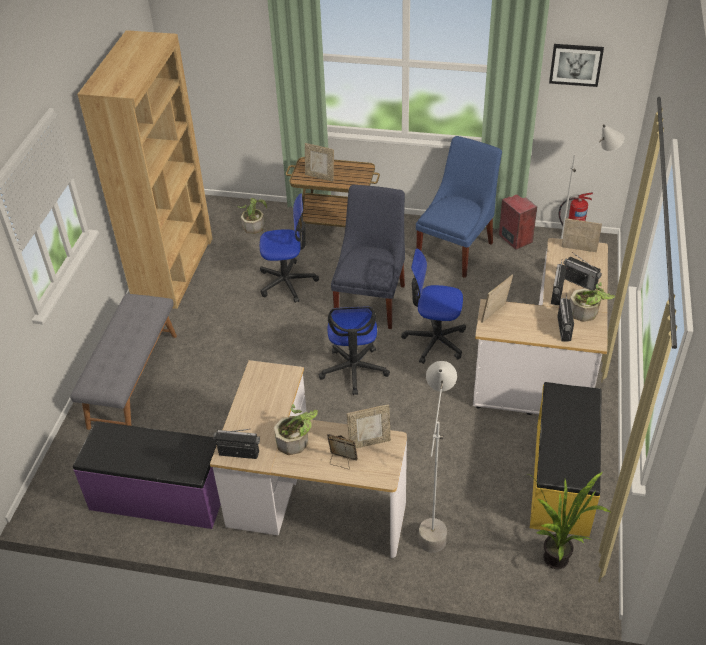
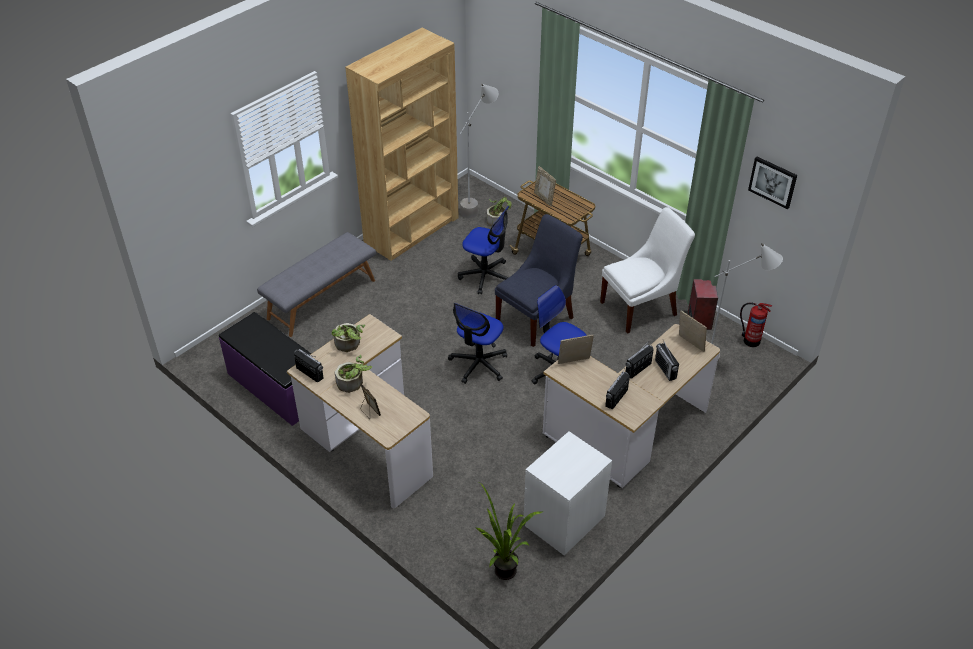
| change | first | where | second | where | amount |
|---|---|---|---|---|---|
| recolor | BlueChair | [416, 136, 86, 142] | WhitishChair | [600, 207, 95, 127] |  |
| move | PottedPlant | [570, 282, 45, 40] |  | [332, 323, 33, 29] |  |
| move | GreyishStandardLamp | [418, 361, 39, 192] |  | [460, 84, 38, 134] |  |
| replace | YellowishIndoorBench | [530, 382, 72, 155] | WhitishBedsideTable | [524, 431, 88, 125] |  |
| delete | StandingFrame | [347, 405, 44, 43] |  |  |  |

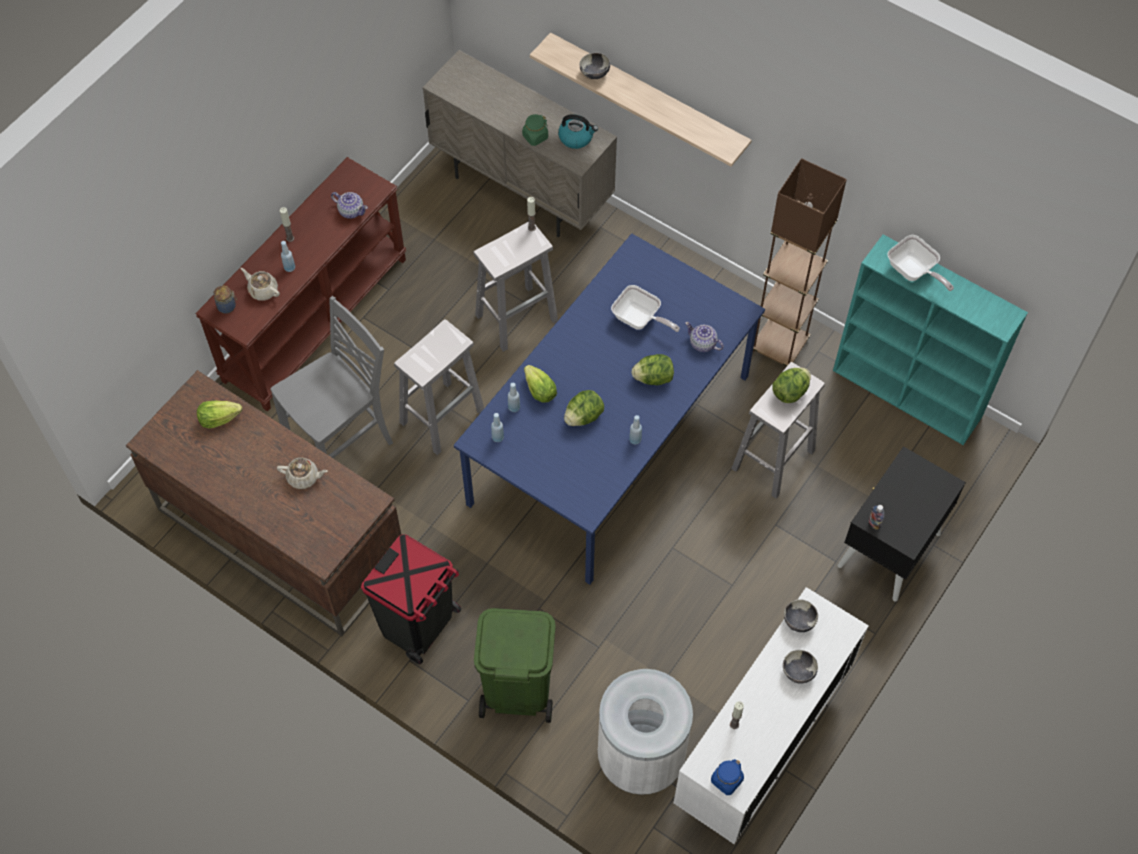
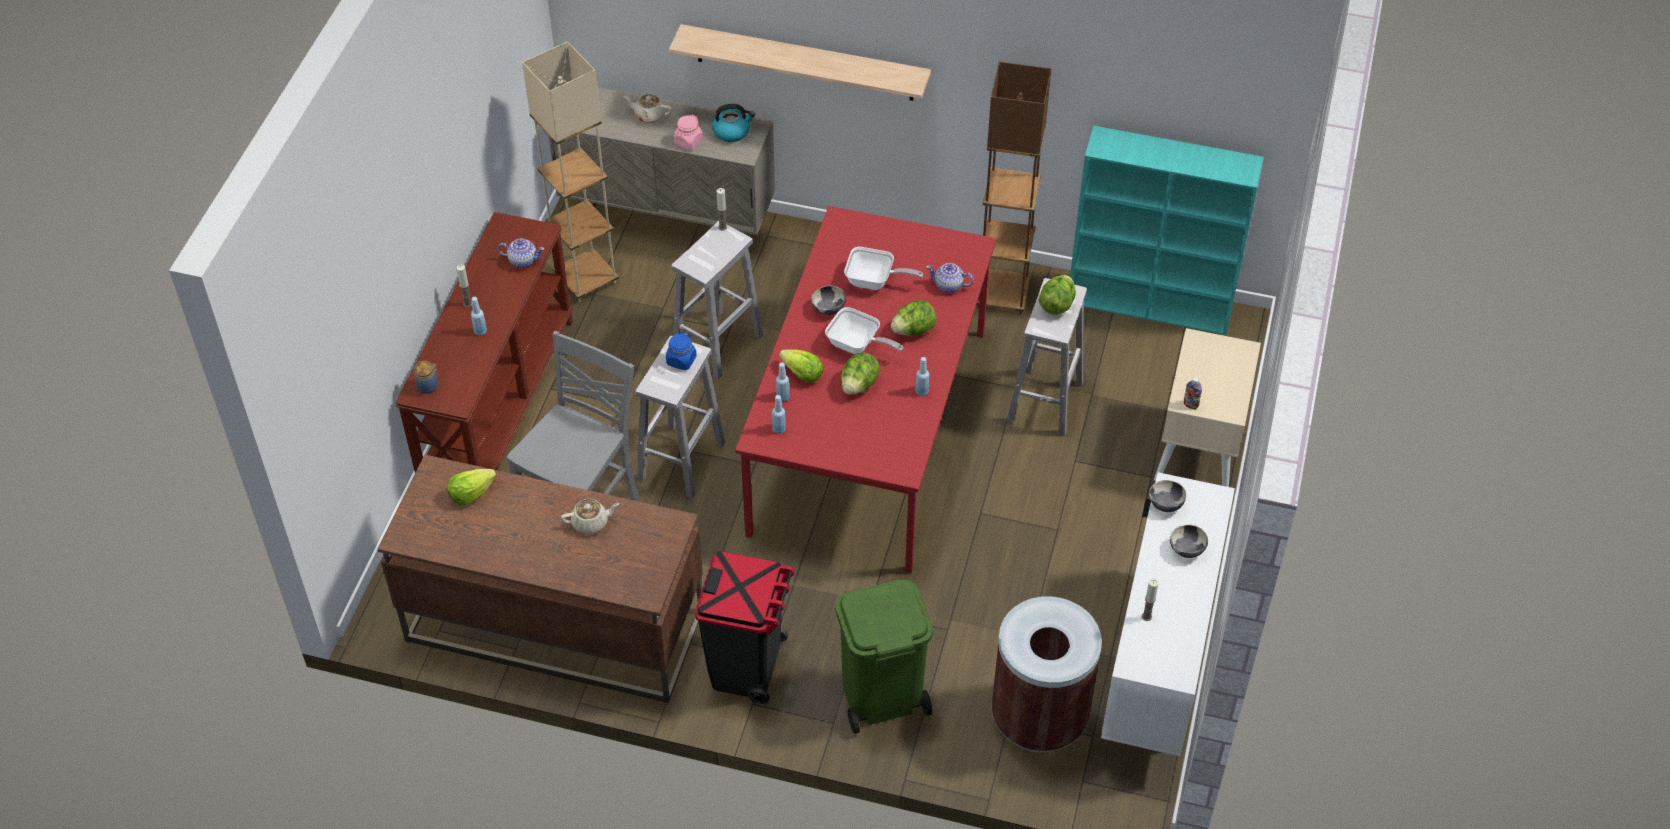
| change | first | where | second | where | amount |
|---|---|---|---|---|---|
| move | DeepDish | [580, 53, 30, 26] |  | [811, 285, 35, 30] |  |
| recolor | GreenStorageJar | [522, 114, 26, 32] | PinkishStorageJar | [674, 114, 29, 36] |  |
| recolor | BlueDinnerTable | [454, 234, 311, 351] | RedColouredDinnerTable | [735, 206, 261, 367] |  |
| move | Skillet | [887, 235, 67, 56] |  | [825, 307, 78, 47] |  |
| move | BeigePotForTea | [241, 268, 39, 33] |  | [623, 94, 49, 29] |  |
| recolor | BlackColouredBedsideTable | [837, 446, 129, 156] | BeigeBedsideTable | [1154, 328, 107, 159] |  |
| recolor | WhitishTrashCan | [598, 669, 95, 126] | BrownColouredTrashCan | [992, 596, 110, 156] |  |
| move | BlueStorageJar | [711, 759, 33, 36] |  | [666, 332, 31, 38] |  |
| insert |  |  | BeigeStandardLamp | [522, 42, 97, 260] |  |

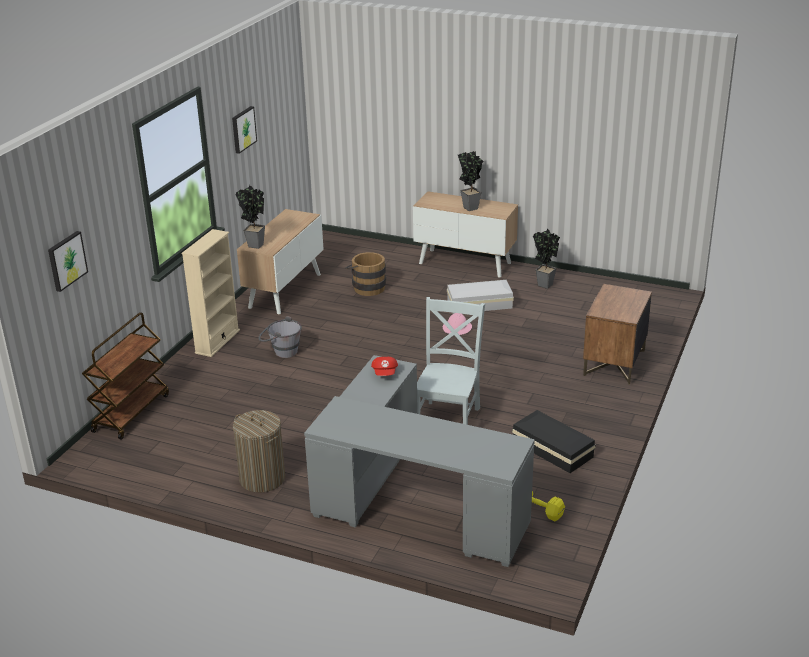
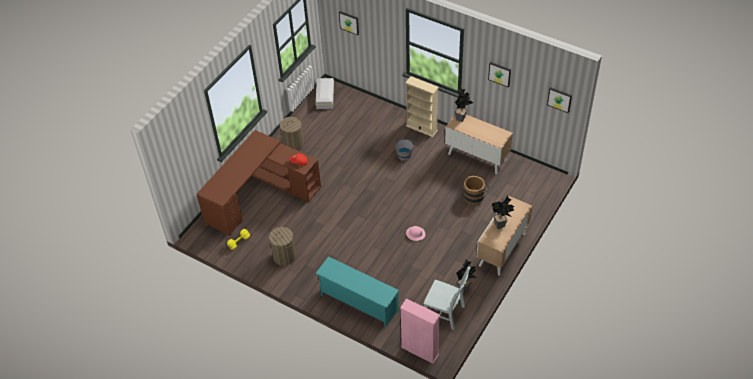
| change | first | where | second | where | amount |
|---|---|---|---|---|---|
| move | WhitishStorageContainer | [447, 280, 67, 34] |  | [316, 78, 18, 31] |  |
| replace | BrownColouredBedsideTable | [583, 284, 69, 101] | TurquoiseShoeStand | [315, 256, 85, 72] |  |
| move | GreyishChair | [417, 297, 68, 128] |  | [423, 267, 48, 63] |  |
| delete | BrownColouredWheeledCart | [82, 312, 87, 128] |  |  |  |
| recolor | GreyishDesk | [304, 355, 231, 212] | BrownColouredDesk | [196, 130, 125, 106] |  |
| replace | BlackColouredStorageContainer | [512, 410, 84, 63] | Hamper | [269, 227, 27, 39] |  |
| insert |  |  | WallPicture | [547, 87, 25, 26] |  |
| insert |  |  | PinkishBookcase | [400, 298, 40, 65] |  |

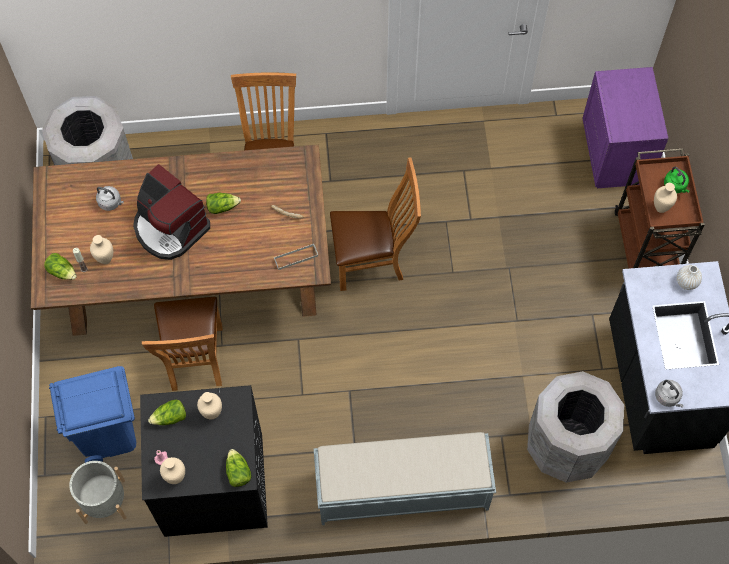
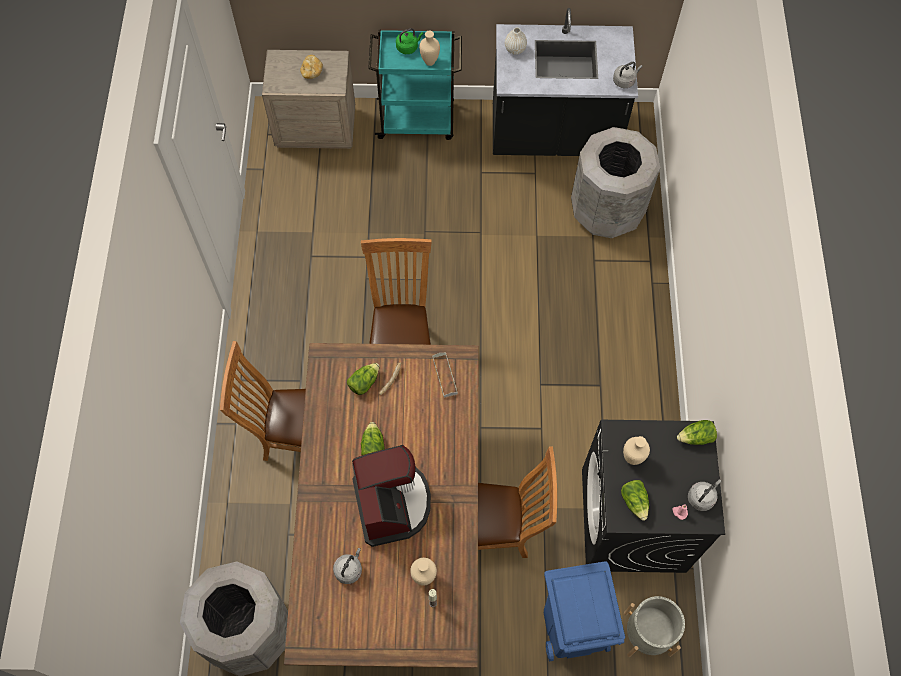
| change | first | where | second | where | amount |
|---|---|---|---|---|---|
| recolor | PurplishBedsideTable | [582, 67, 87, 121] | BeigeBedsideTable | [262, 50, 93, 99] |  |
| recolor | BrownColouredWheeledCart | [615, 148, 90, 121] | TurquoiseWheeledCart | [368, 30, 94, 110] |  |
| rotate | CoffeeMaker | [133, 164, 77, 96] |  | [352, 445, 79, 102] | 60 degrees counterclockwise |
| move | HeadOfLettuce | [44, 253, 33, 27] |  | [347, 363, 32, 32] |  |
| delete | GreyishIndoorBench | [314, 432, 182, 93] |  |  |  |
| replace | BeigeFlowerVase | [160, 457, 25, 27] | GreyishWaterKettle | [688, 480, 34, 31] |  |
| insert |  |  | BakeryBread | [300, 55, 23, 24] |  |

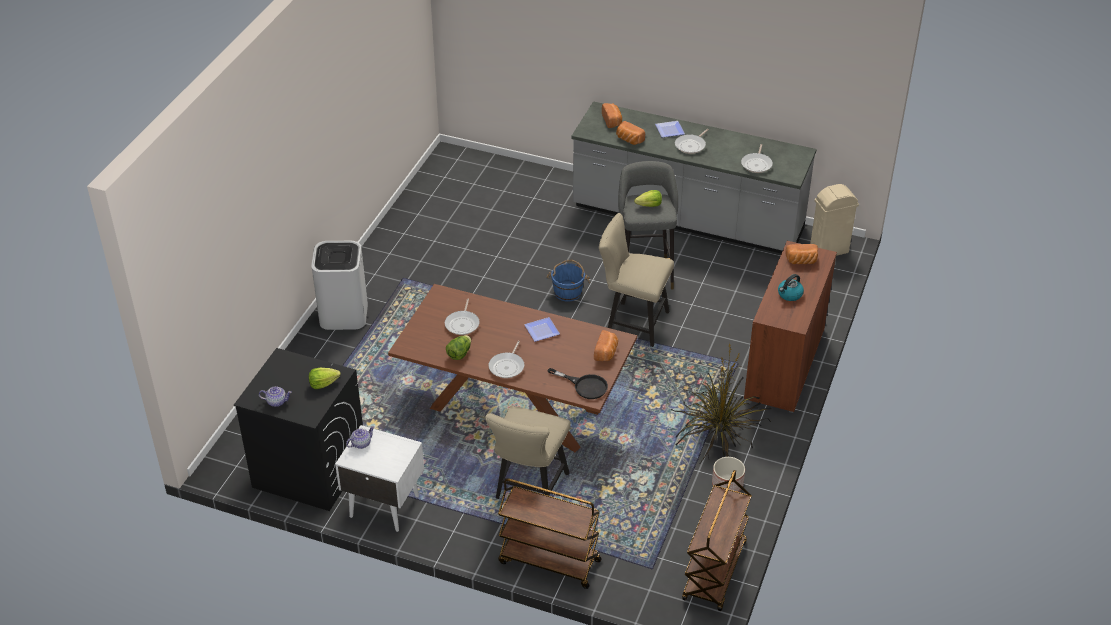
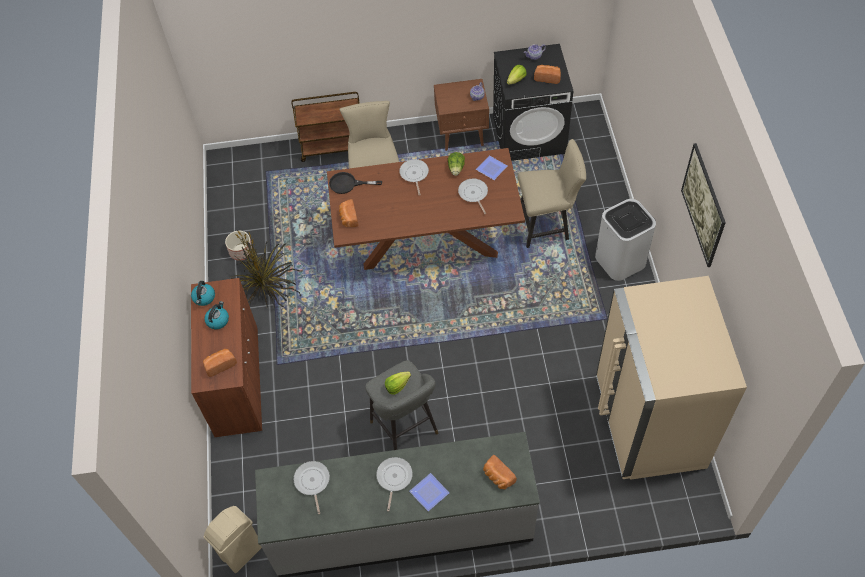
| change | first | where | second | where | amount |
|---|---|---|---|---|---|
| move | BakeryBread | [616, 121, 29, 24] |  | [534, 65, 27, 19] |  |
| move | BeigeChair | [599, 213, 75, 134] |  | [518, 139, 68, 109] |  |
| delete | BlueBucket | [546, 260, 44, 42] |  |  |  |
| move | FlatDish | [524, 317, 36, 25] |  | [476, 155, 31, 25] |  |
| recolor | WhitishBedsideTable | [335, 425, 89, 107] | BrownColouredBedsideTable | [434, 79, 55, 72] |  |
| delete | BrownColouredWheeledCart | [682, 470, 70, 141] |  |  |  |
| insert |  |  | WallPicture | [681, 143, 45, 124] |  |
| insert |  |  | BeigeRefrigerator | [596, 276, 151, 204] |  |
| insert |  |  | WaterKettle | [191, 281, 24, 25] |  |

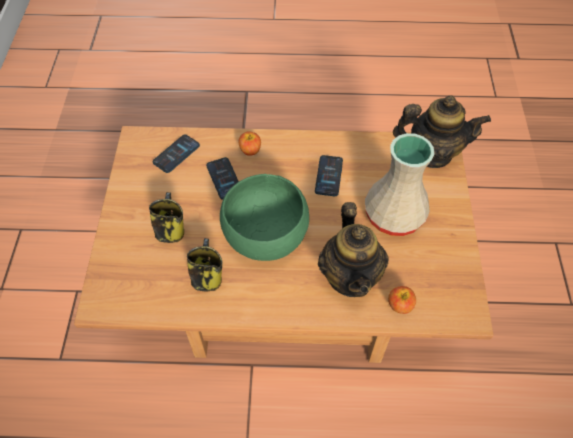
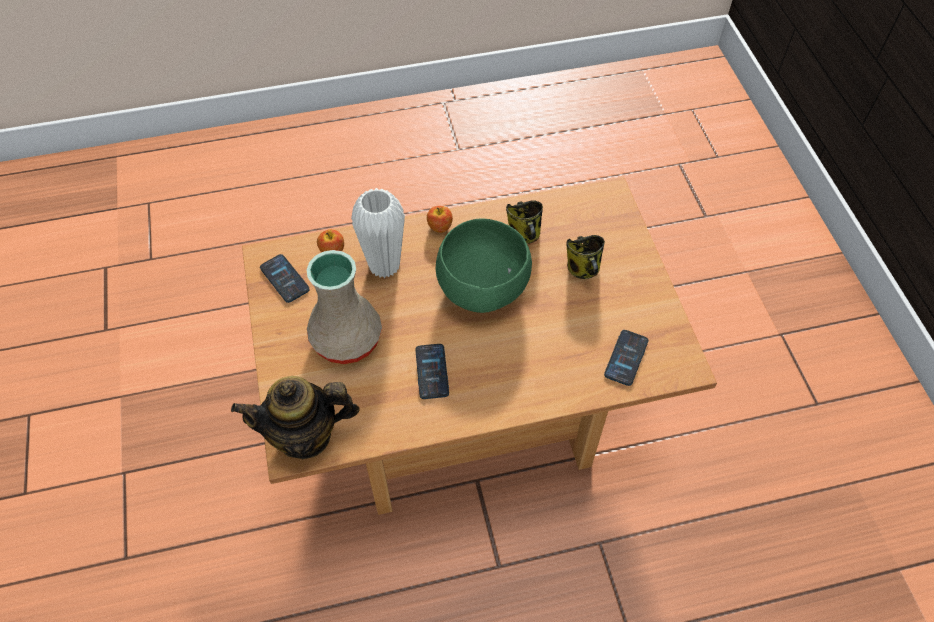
| change | first | where | second | where | amount |
|---|---|---|---|---|---|
| move | Apple | [238, 131, 23, 25] |  | [427, 206, 26, 27] |  |
| move | Phone | [206, 157, 33, 43] |  | [260, 254, 50, 49] |  |
| replace | PotForTea | [318, 202, 71, 95] | WhitishFlowerVase | [351, 188, 54, 90] |  |

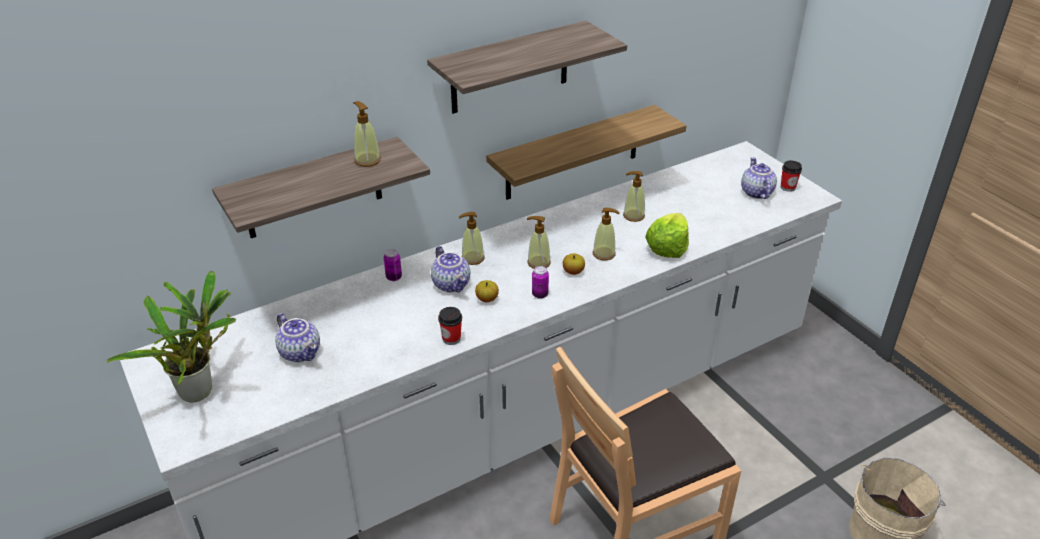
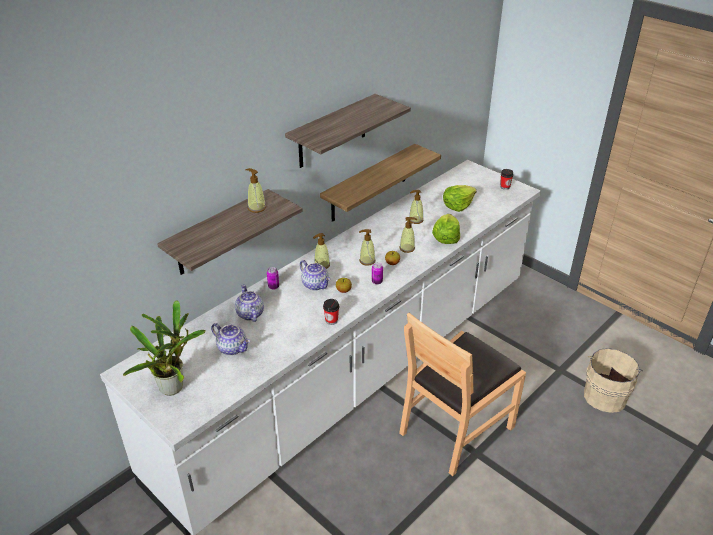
| change | first | where | second | where | amount |
|---|---|---|---|---|---|
| move | PotForTea | [741, 157, 36, 42] |  | [235, 284, 29, 38] |  |
| insert |  |  | HeadOfLettuce | [443, 185, 34, 27] |  |

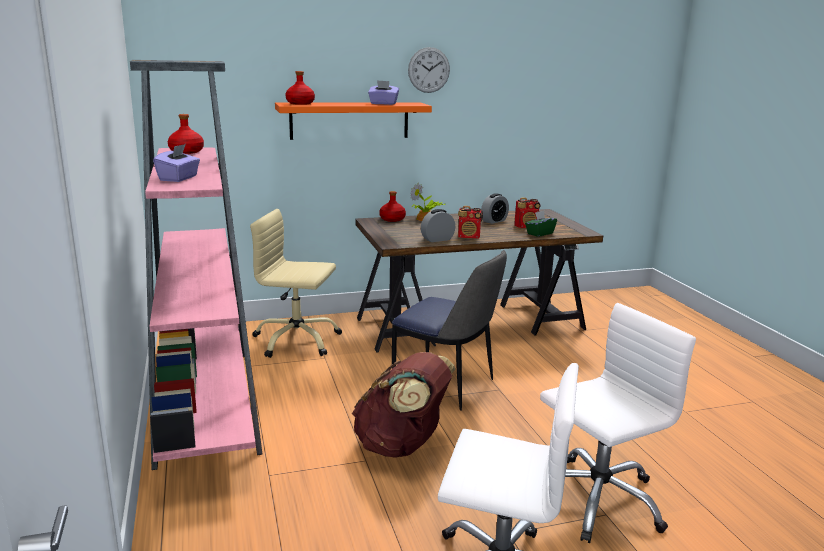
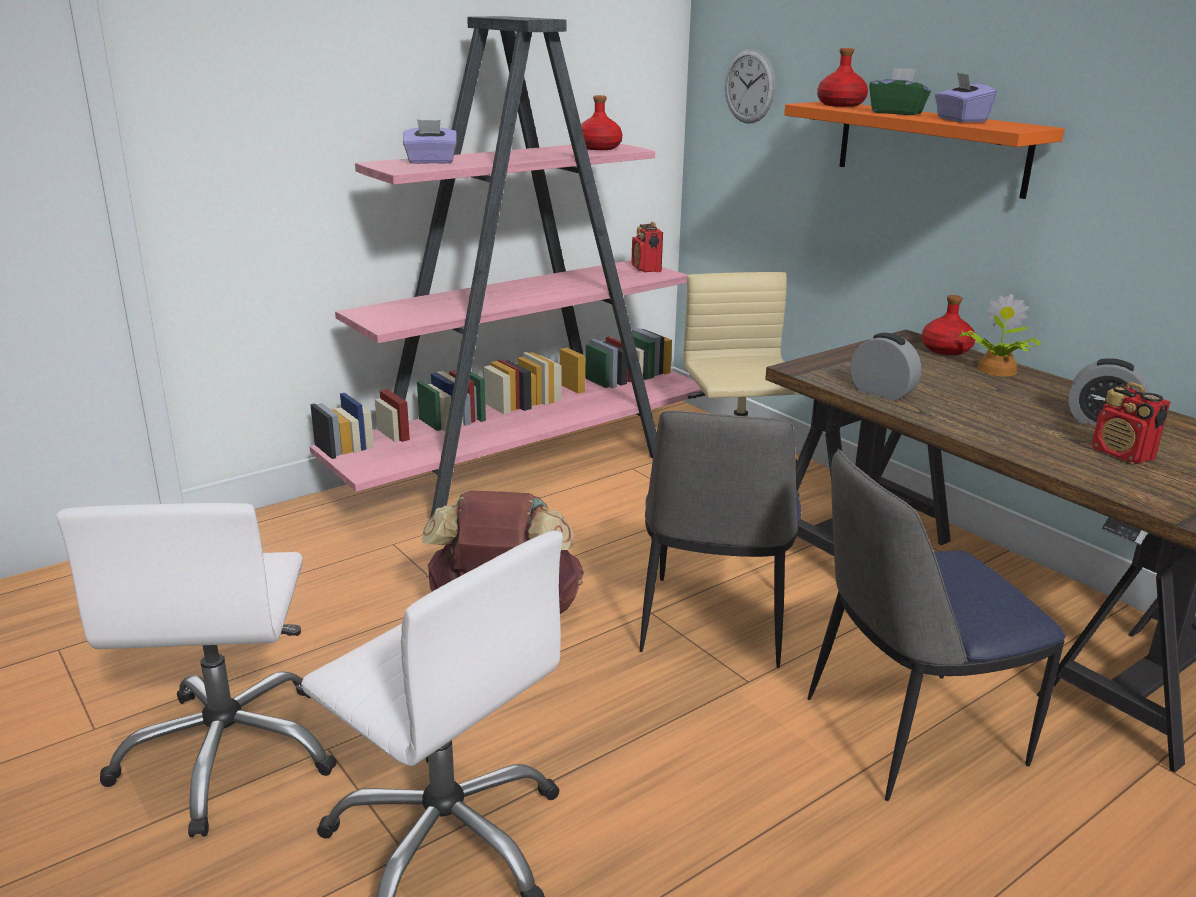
| change | first | where | second | where | amount |
|---|---|---|---|---|---|
| move | ClockOnTheWall | [408, 47, 42, 46] |  | [725, 49, 50, 75] |  |
| move | RadioReceiver | [458, 206, 25, 33] |  | [632, 221, 31, 51] |  |
| move | GreenBoxOfTissues | [525, 211, 32, 26] |  | [869, 68, 62, 47] |  |
| insert |  |  | Chair | [808, 449, 258, 352] |  |

